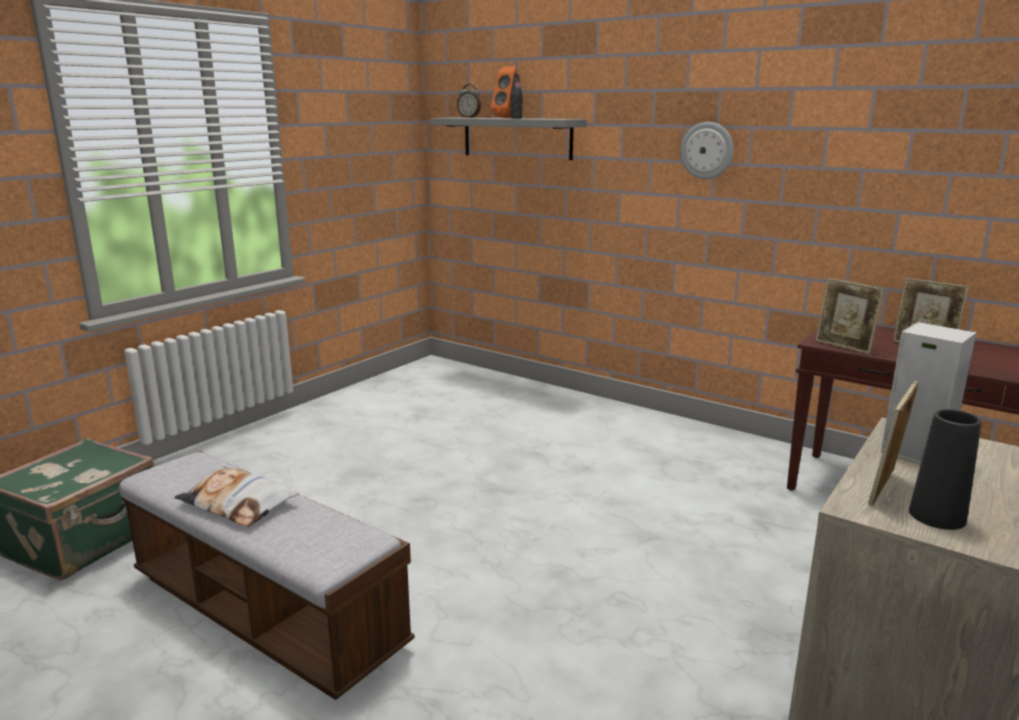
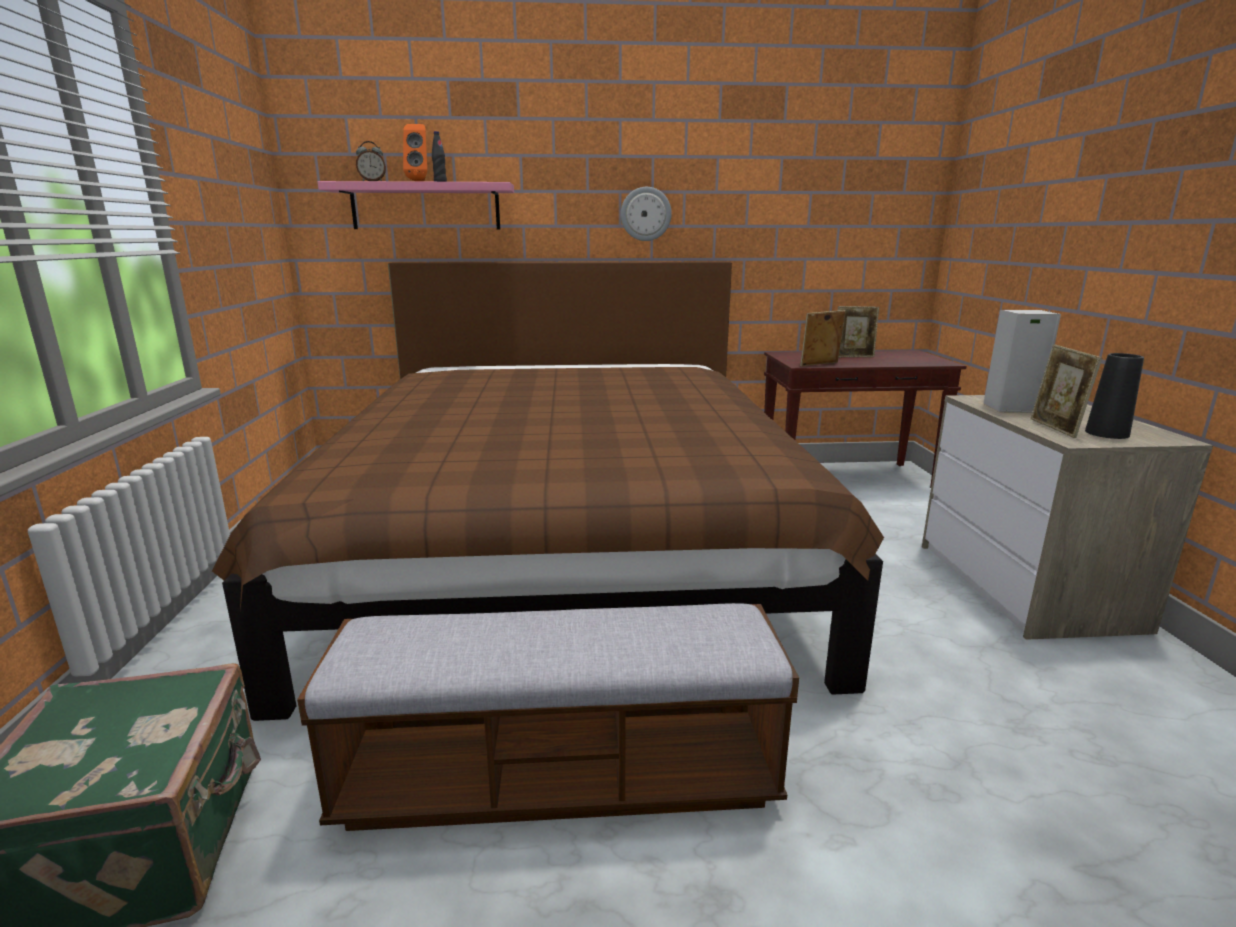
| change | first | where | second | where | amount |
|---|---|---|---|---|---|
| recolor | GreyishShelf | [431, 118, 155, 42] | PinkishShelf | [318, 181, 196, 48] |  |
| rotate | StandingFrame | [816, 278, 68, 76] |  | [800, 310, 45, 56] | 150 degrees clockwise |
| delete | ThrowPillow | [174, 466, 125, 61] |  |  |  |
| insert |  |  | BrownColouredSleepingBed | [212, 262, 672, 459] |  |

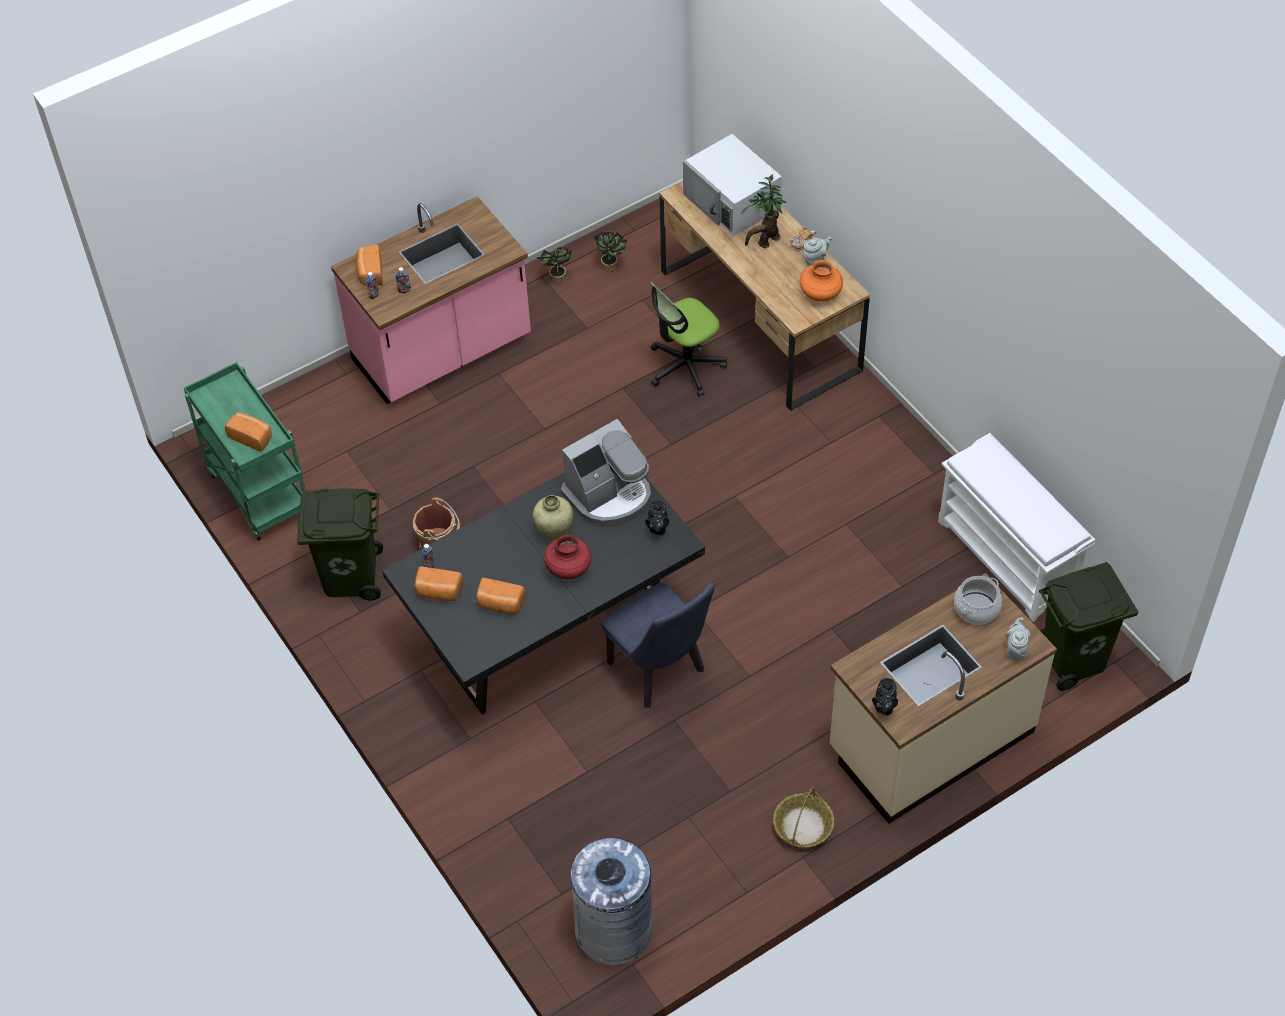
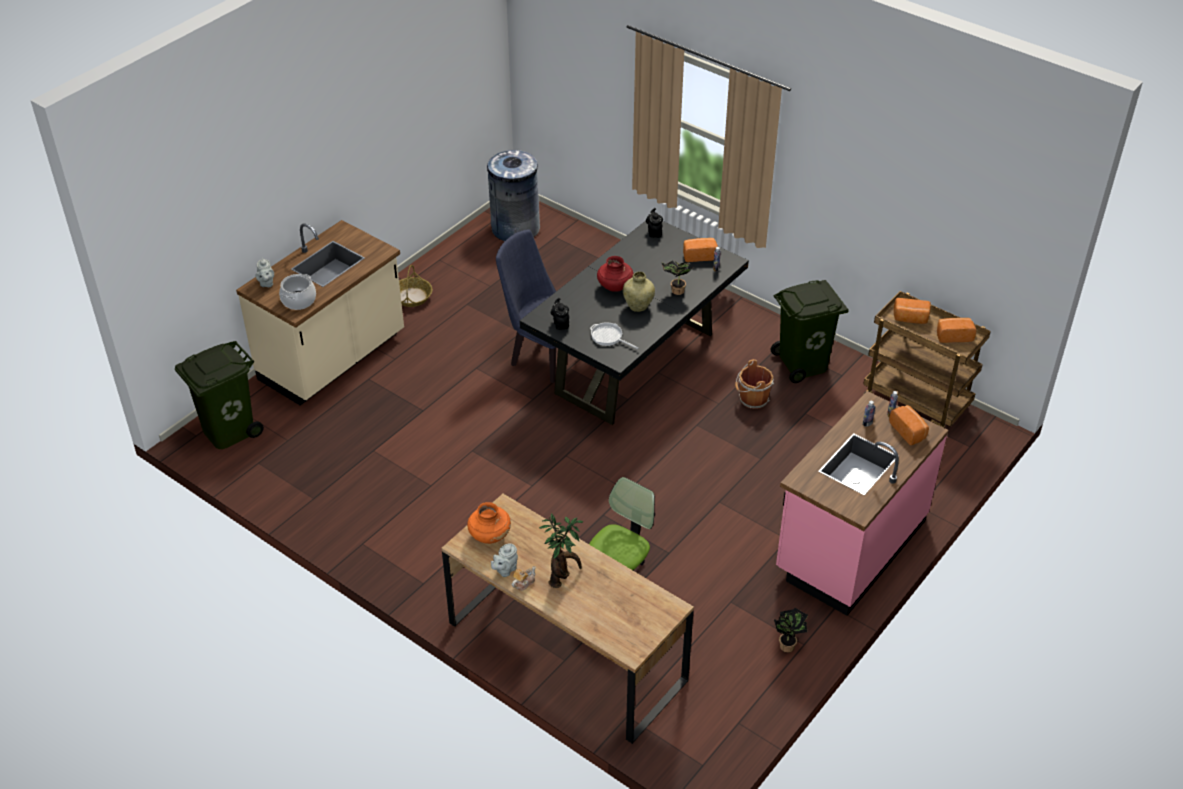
| change | first | where | second | where | amount |
|---|---|---|---|---|---|
| delete | WhitishKitchenMicrowave | [683, 134, 99, 102] |  |  |  |
| move | PottedPlant | [594, 230, 33, 42] |  | [661, 261, 33, 34] |  |
| recolor | GreenWheeledCart | [184, 362, 122, 179] | BrownColouredWheeledCart | [863, 291, 128, 137] |  |
| replace | CoffeeMaker | [561, 419, 90, 106] | Skillet | [590, 323, 49, 26] |  |
| delete | WhitishIndoorBench | [938, 433, 157, 189] |  |  |  |
| move | BakeryBread | [476, 578, 49, 37] |  | [937, 318, 39, 25] |  |
| move | BlackColouredPotForTea | [872, 678, 26, 38] |  | [646, 208, 17, 30] |  |

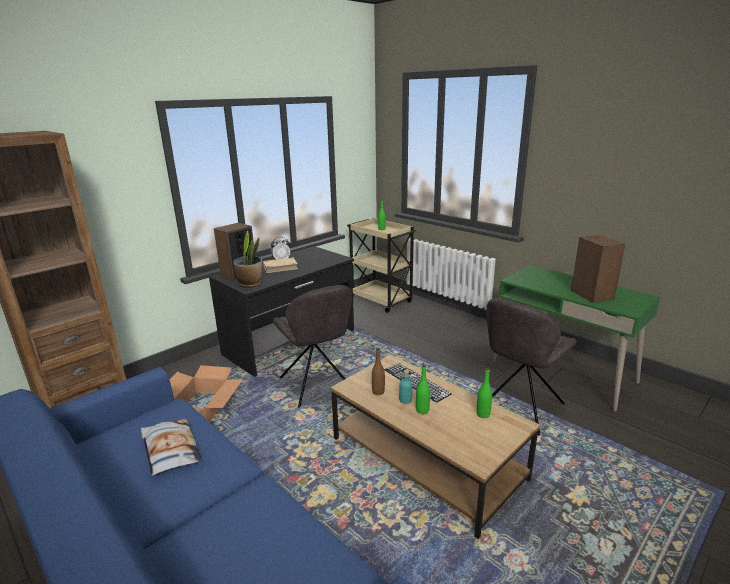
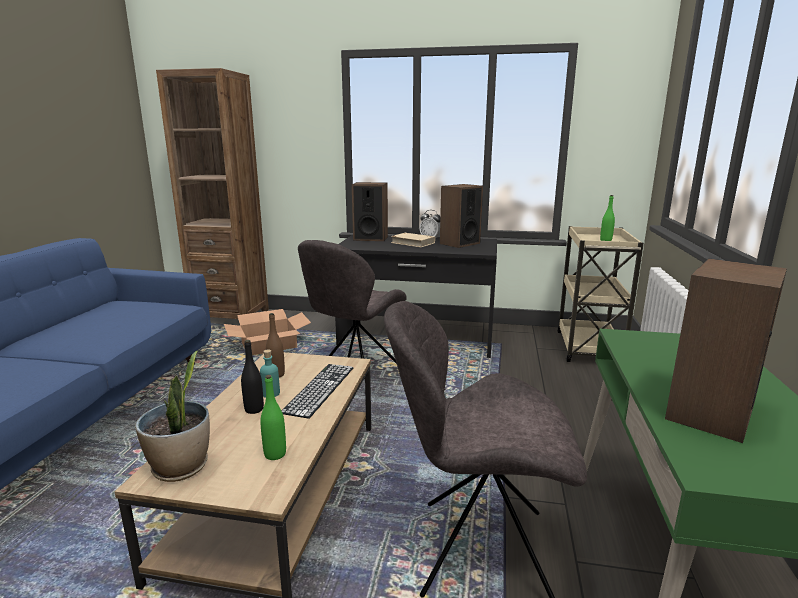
| change | first | where | second | where | amount |
|---|---|---|---|---|---|
| move | PottedPlant | [233, 230, 29, 58] |  | [135, 350, 75, 132] |  |
| recolor | GreenDrinkBottle | [416, 365, 14, 49] | BlackColouredDrinkBottle | [241, 340, 23, 74] |  |
| delete | ThrowPillow | [141, 419, 61, 56] |  |  |  |
| insert |  |  | AudioSpeaker | [440, 184, 43, 64] |  |

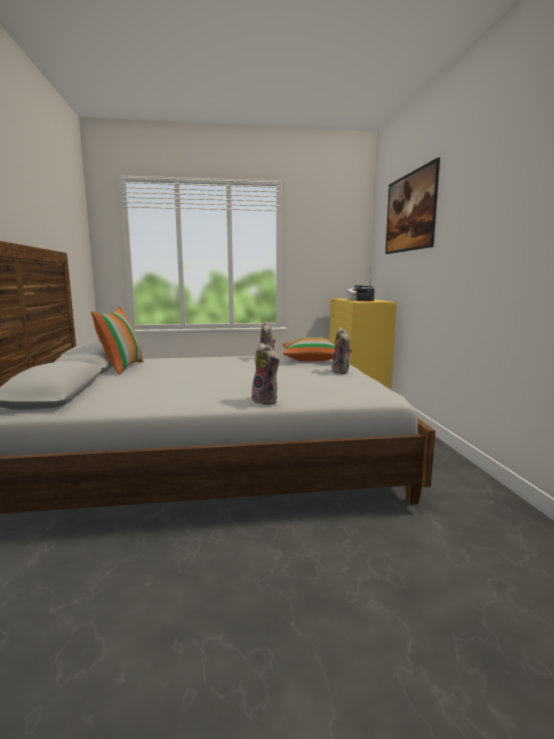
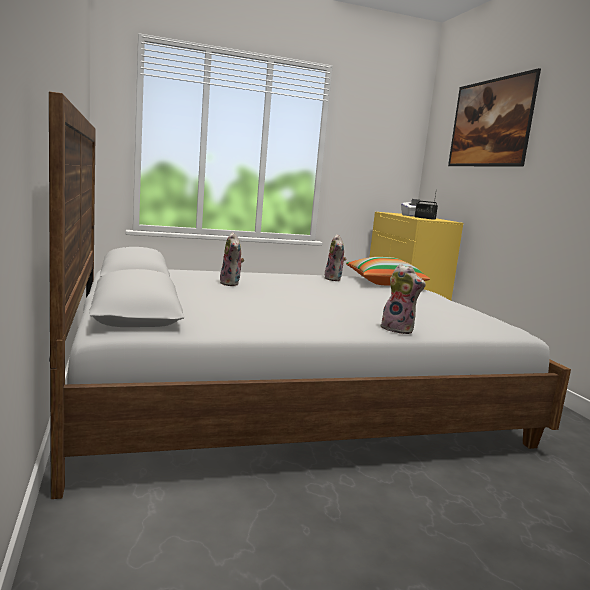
| change | first | where | second | where | amount |
|---|---|---|---|---|---|
| delete | ThrowPillow | [91, 307, 52, 68] |  |  |  |
| move | CuddlyToy | [332, 327, 20, 47] |  | [220, 232, 24, 54] |  |

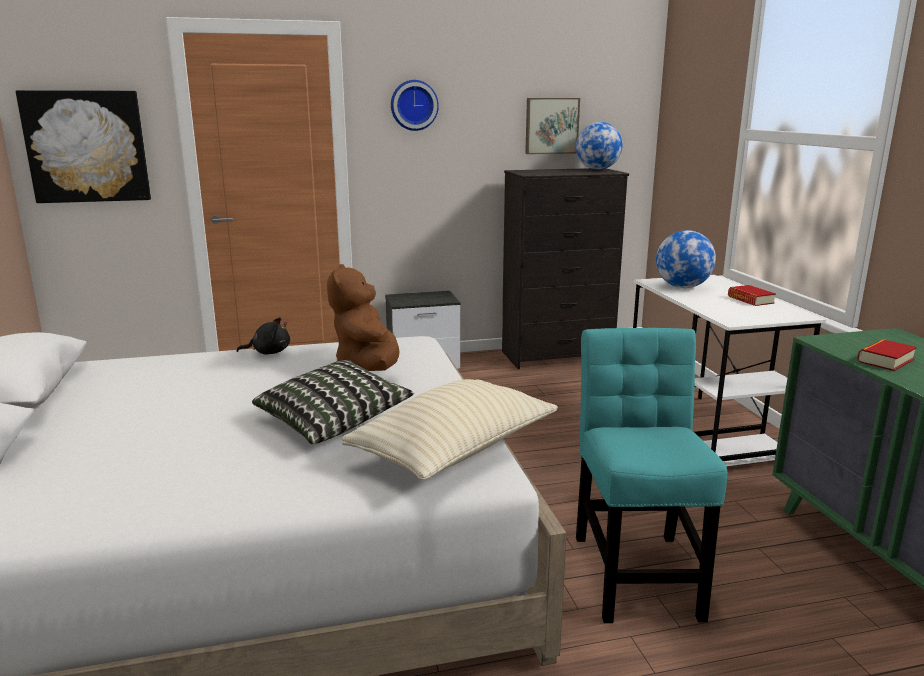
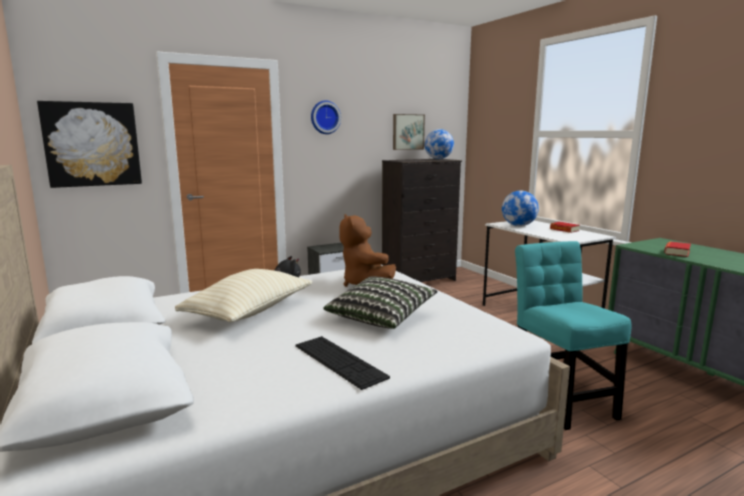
| change | first | where | second | where | amount |
|---|---|---|---|---|---|
| move | BeigeThrowPillow | [342, 379, 216, 101] |  | [175, 269, 137, 53] |  |
| insert |  |  | PcKeyboard | [295, 336, 95, 54] |  |

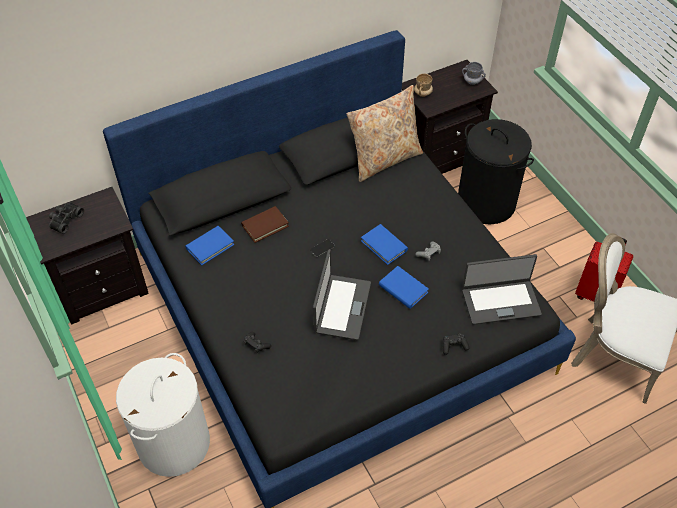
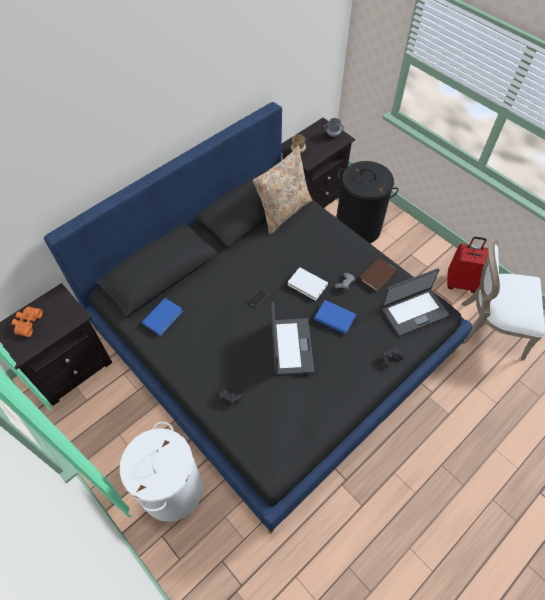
| change | first | where | second | where | amount |
|---|---|---|---|---|---|
| recolor | BlackColouredPairOfBinoculars | [49, 202, 35, 32] | OrangePairOfBinoculars | [12, 306, 31, 31] |  |
| move | BrownColouredBoundBook | [241, 206, 48, 37] |  | [359, 258, 38, 34] |  |
| recolor | BlueBoundBook | [361, 224, 47, 41] | WhitishBoundBook | [288, 267, 40, 34] |  |

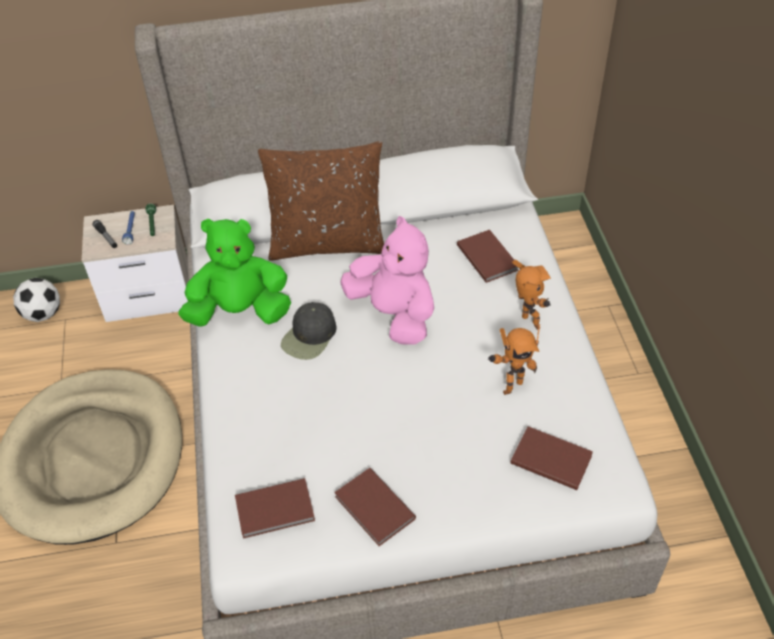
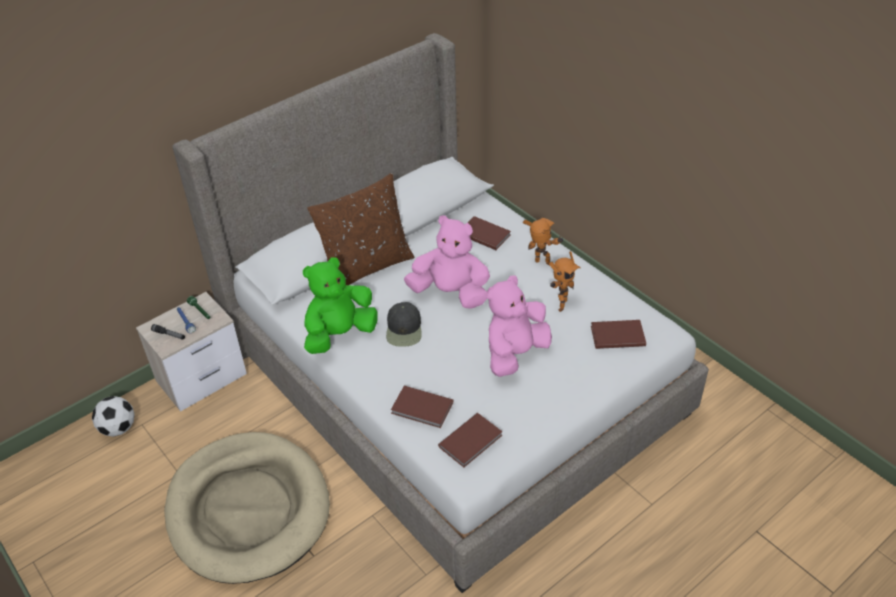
| change | first | where | second | where | amount |
|---|---|---|---|---|---|
| move | BrownColouredBoundBook | [334, 468, 82, 78] |  | [391, 386, 62, 42] |  |
| insert |  |  | PinkishCuddlyToy | [487, 275, 65, 102] |  |

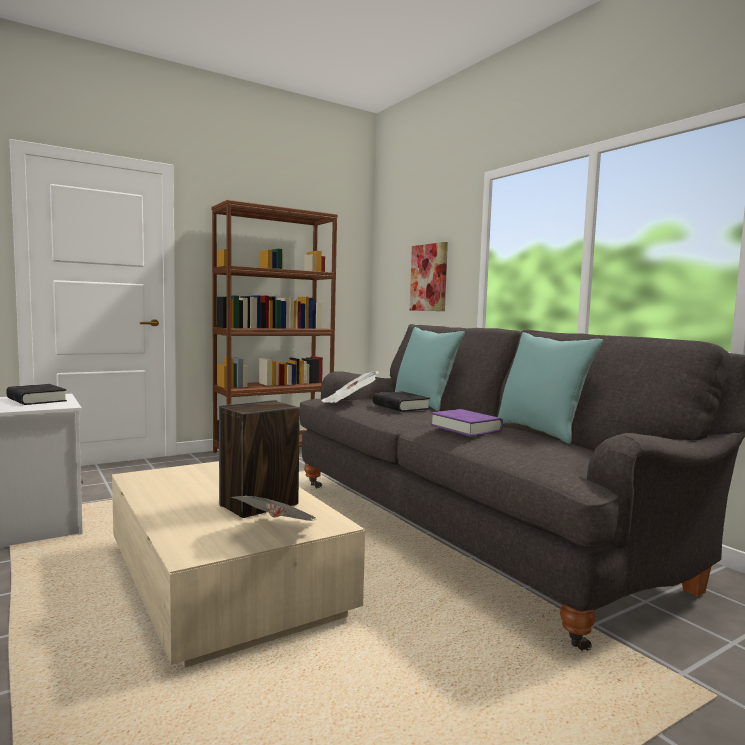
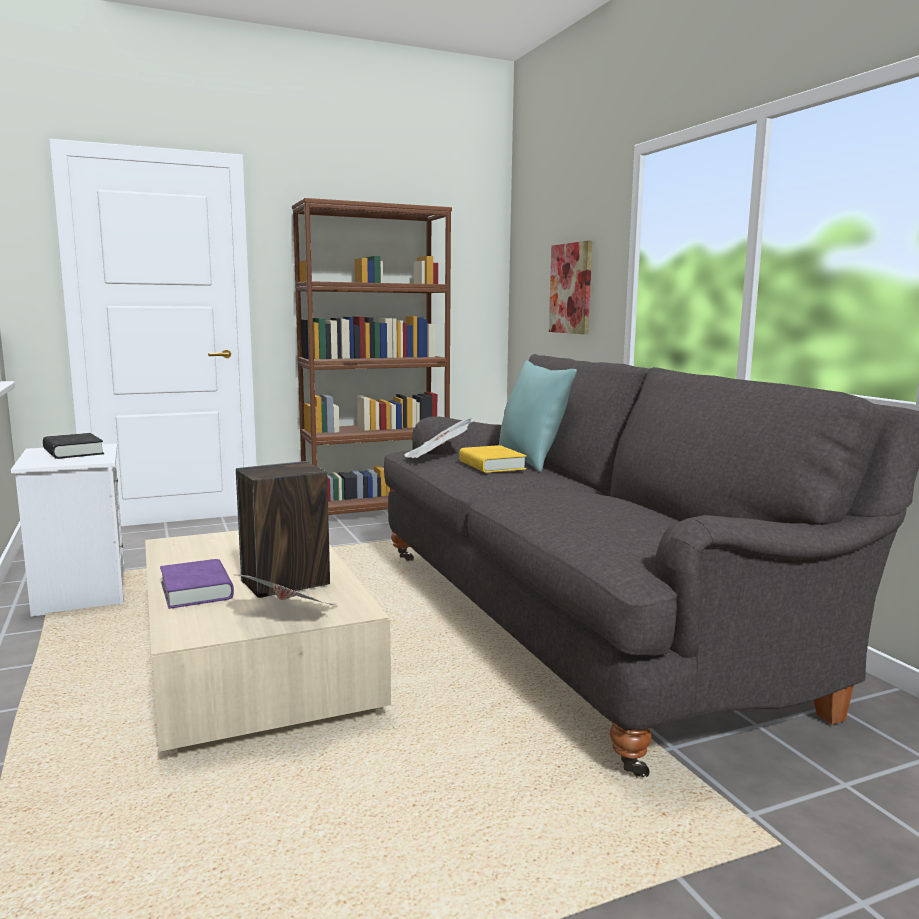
| change | first | where | second | where | amount |
|---|---|---|---|---|---|
| delete | TurquoiseThrowPillow | [498, 332, 105, 112] |  |  |  |
| recolor | BlackColouredBoundBook | [373, 391, 57, 21] | YellowishBoundBook | [459, 445, 67, 28] |  |
| move | PurplishBoundBook | [430, 409, 73, 27] |  | [160, 559, 74, 50] |  |

